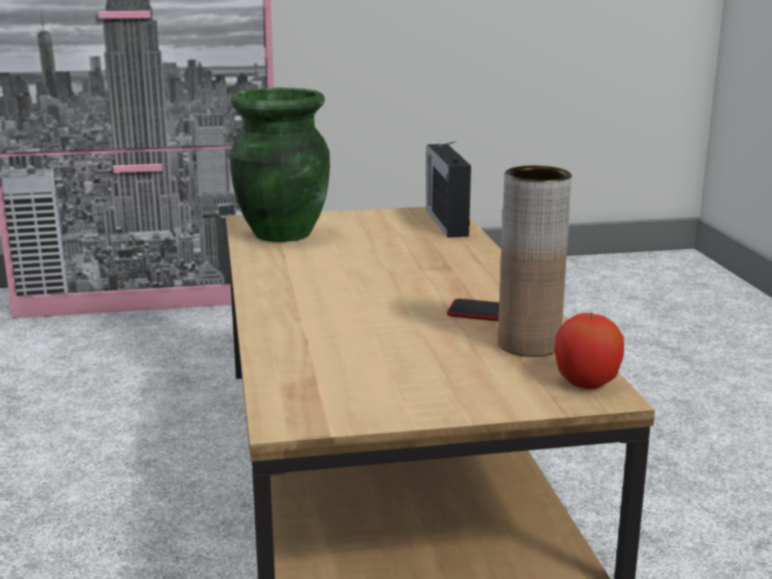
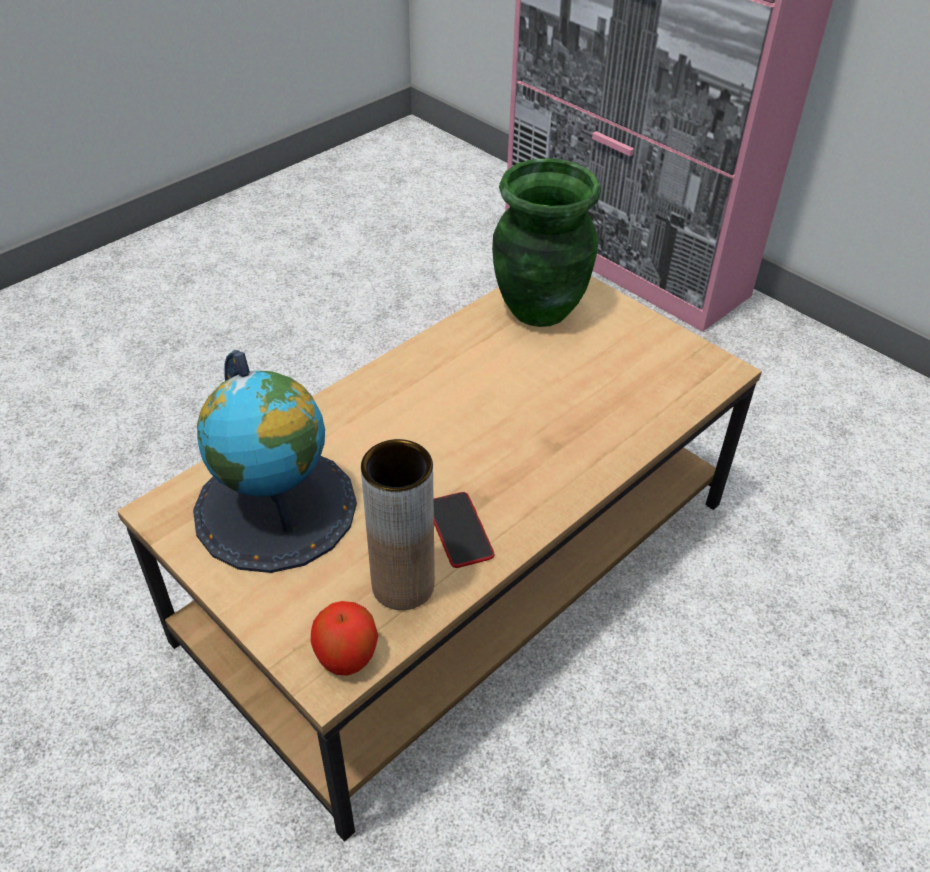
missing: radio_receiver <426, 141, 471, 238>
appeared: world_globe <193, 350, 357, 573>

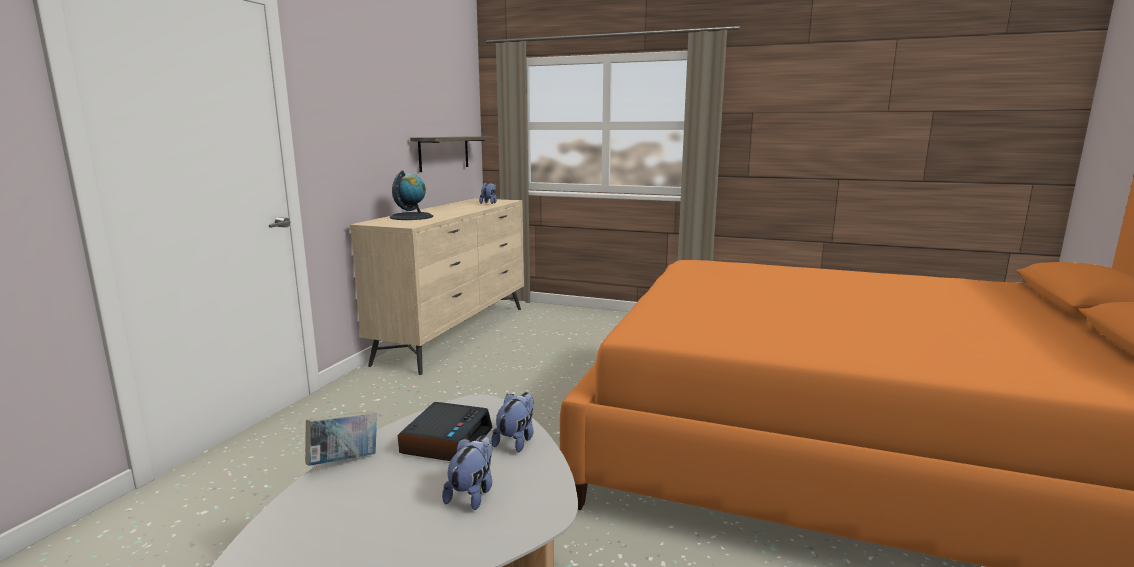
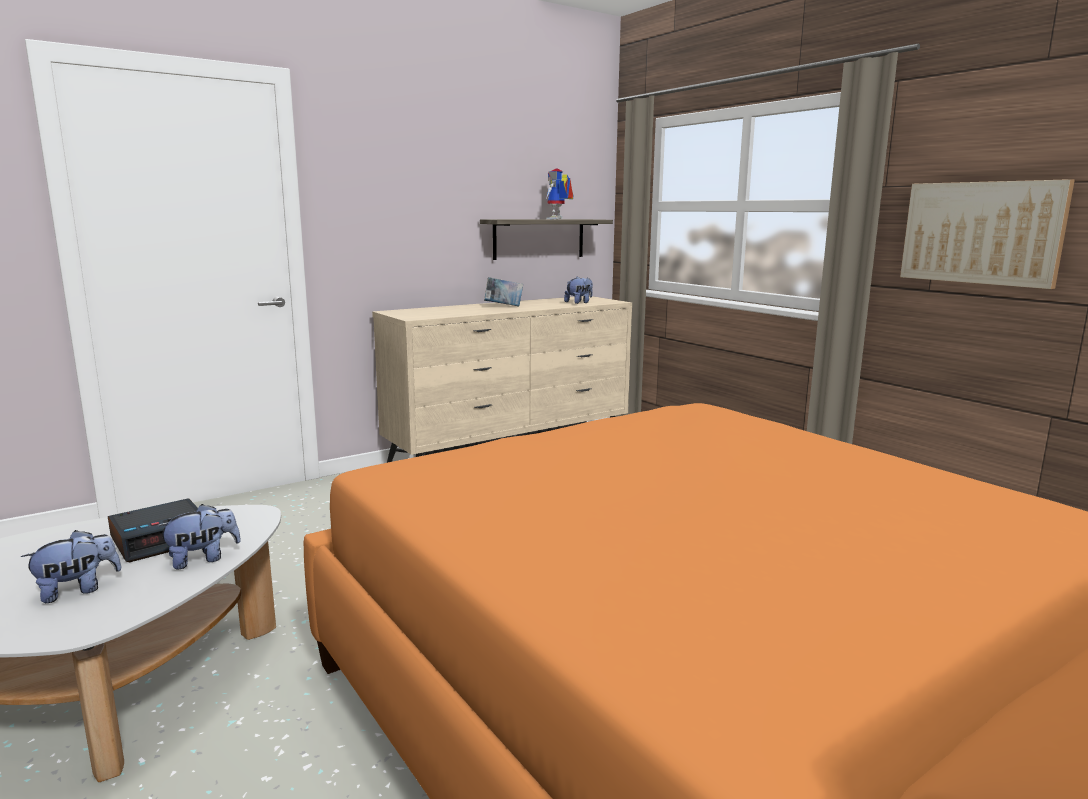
missing: world_globe <390, 170, 433, 220>
appeared: toy_robot <546, 168, 573, 219>; wall_art <900, 179, 1075, 289>
relocated: bound_book <305, 411, 377, 466> to <484, 277, 523, 307>

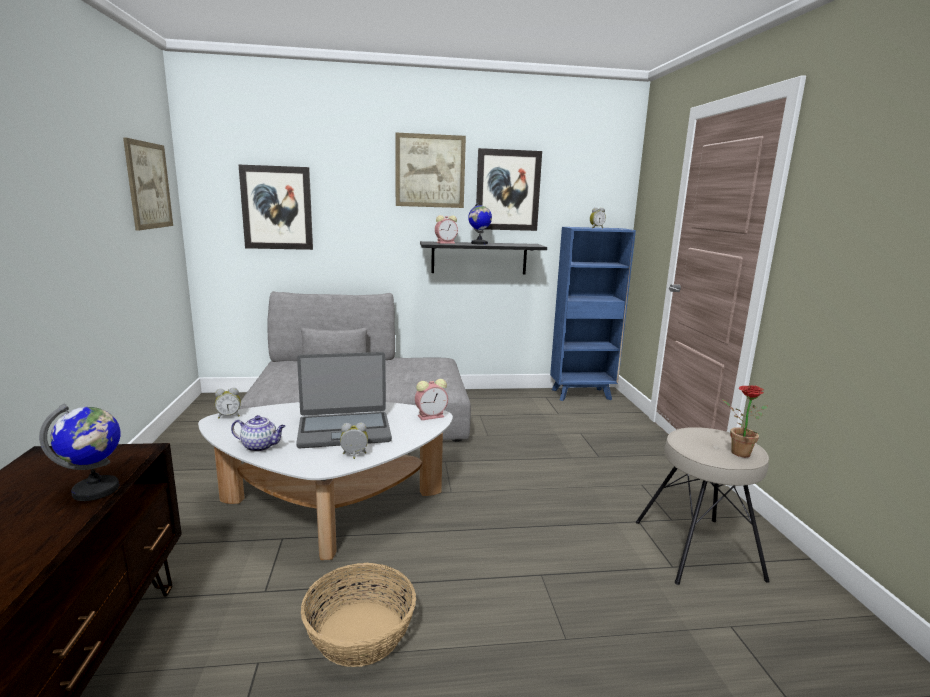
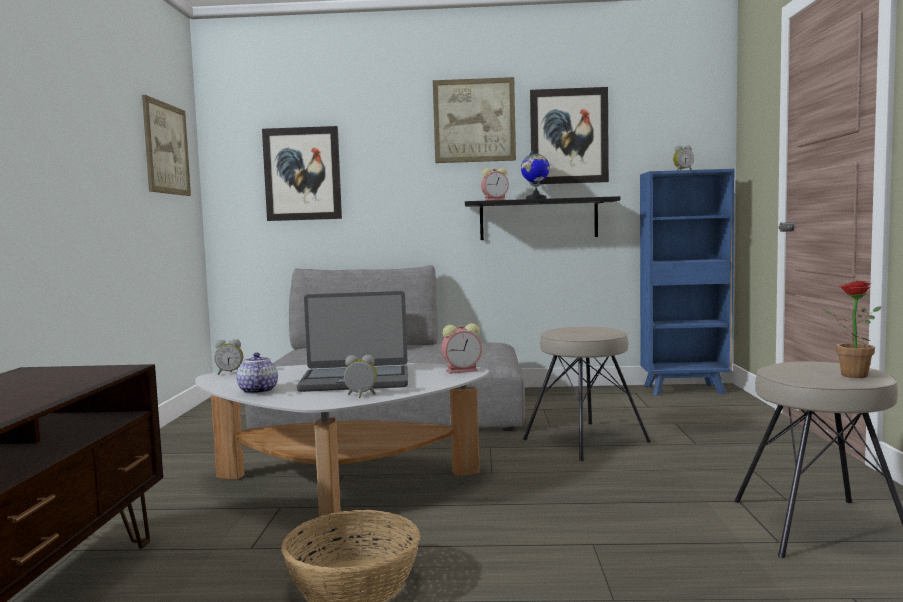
missing: world_globe <39, 404, 121, 501>
appeared: beige-coloured_stool_seat <523, 327, 651, 461>
spun: teapot <231, 415, 286, 452> = <237, 353, 278, 394> 120 degrees counterclockwise

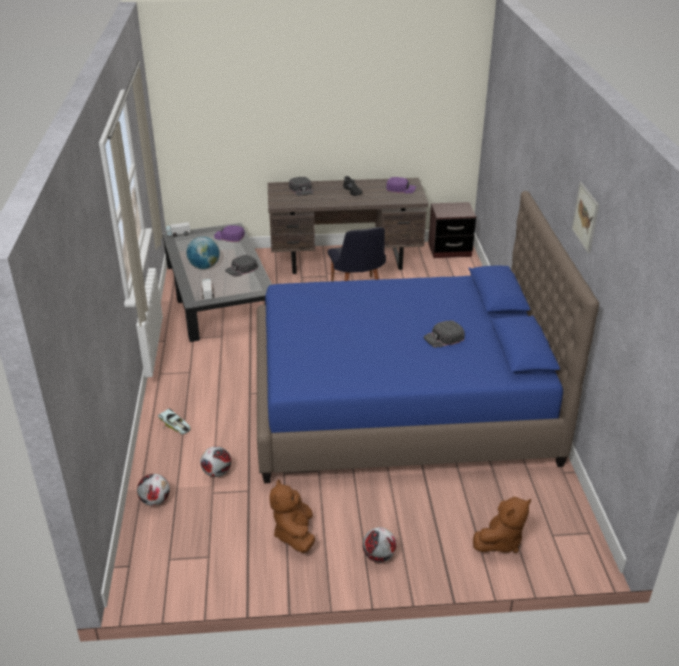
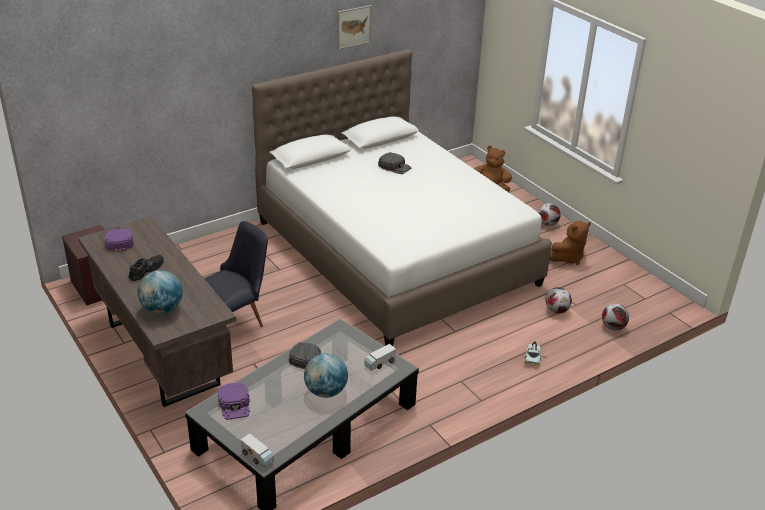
exchanged: blackish_baseball_cap <289, 177, 314, 196> to world_globe <138, 270, 183, 314>
colour: bluish_bedroom_bed <257, 191, 599, 483> to white_bedroom_bed <252, 49, 552, 346>

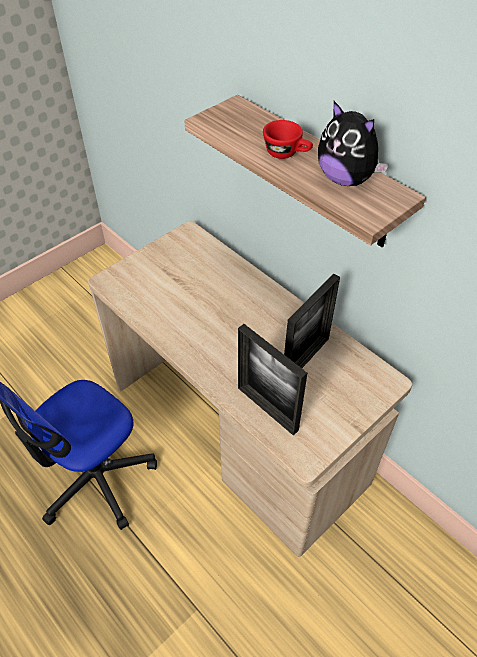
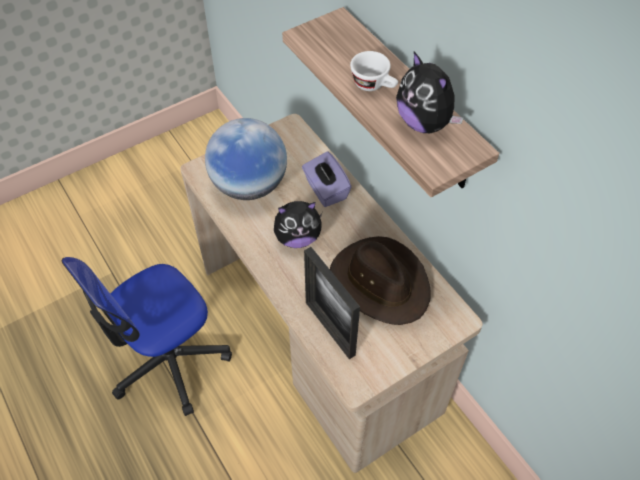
appeared: world_globe <205, 118, 287, 200>; cuddly_toy <274, 201, 322, 248>; purplish_tissue_holder <302, 151, 352, 207>
exchanged: standing_frame <284, 274, 340, 368> to brown_clothing_hat <330, 236, 431, 325>
colour: reddish_small_cup <263, 120, 313, 159> to white_small_cup <350, 51, 398, 91>

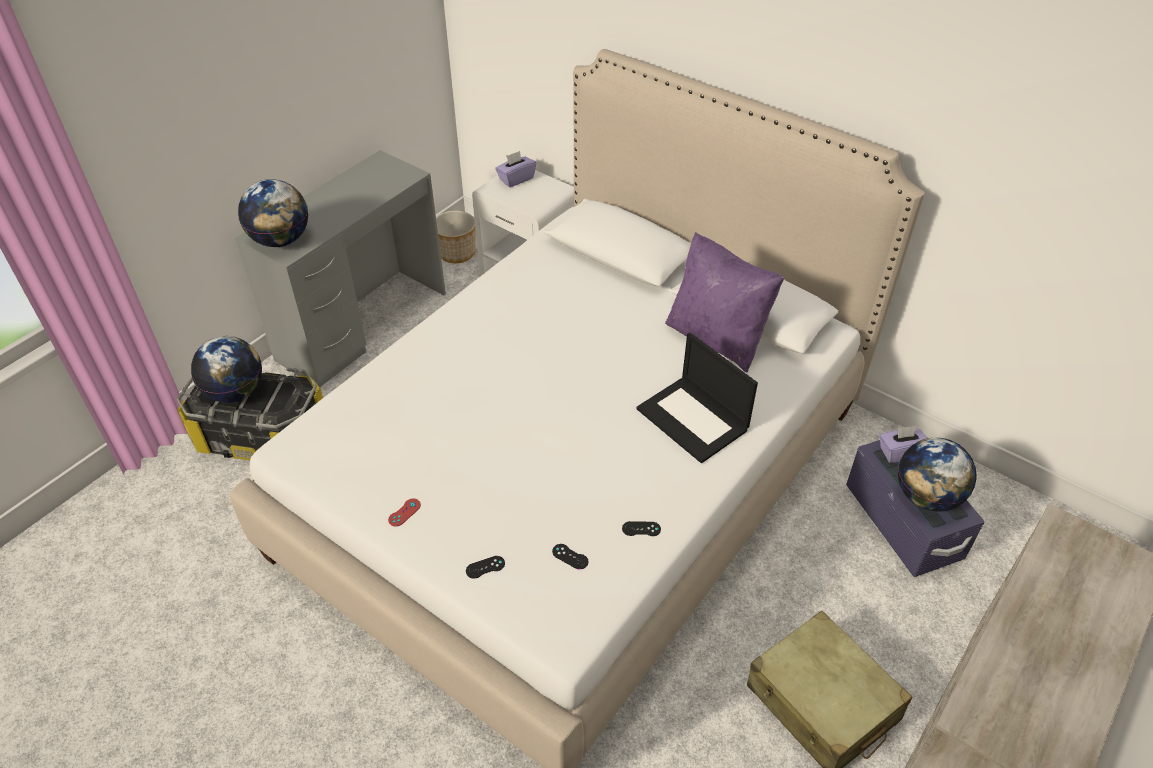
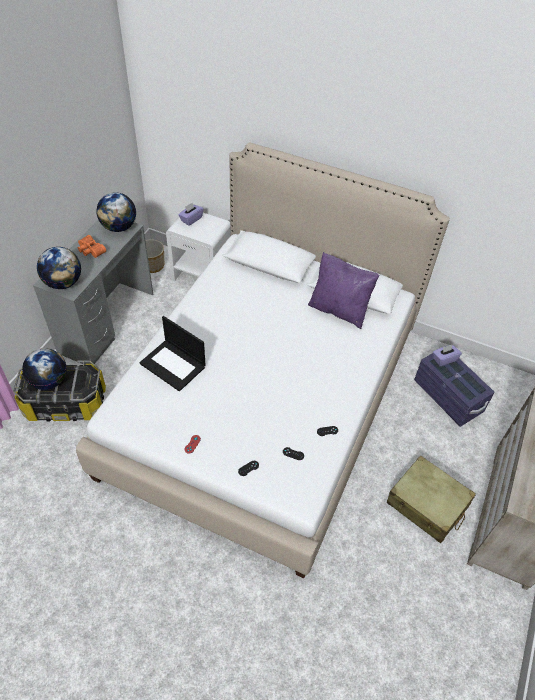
appeared: orange_pair_of_binoculars <78, 235, 106, 258>
relocated: laptop <636, 332, 758, 463> to <139, 316, 206, 392>; world_globe <898, 438, 976, 512> to <97, 192, 136, 232>

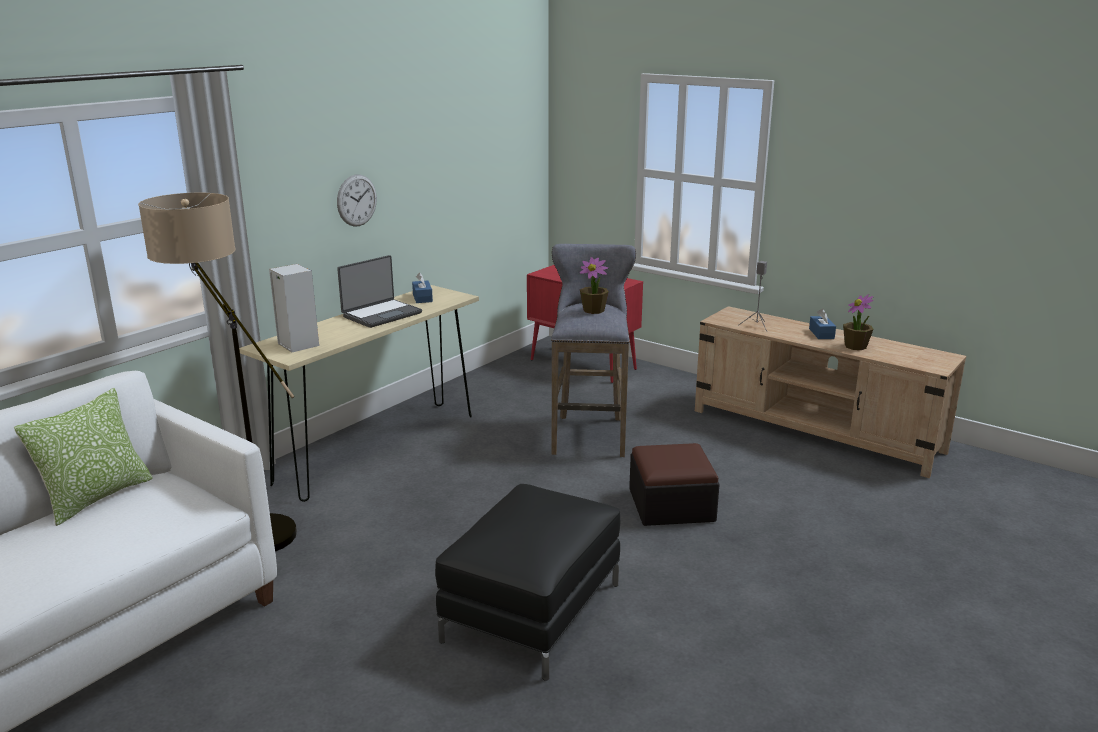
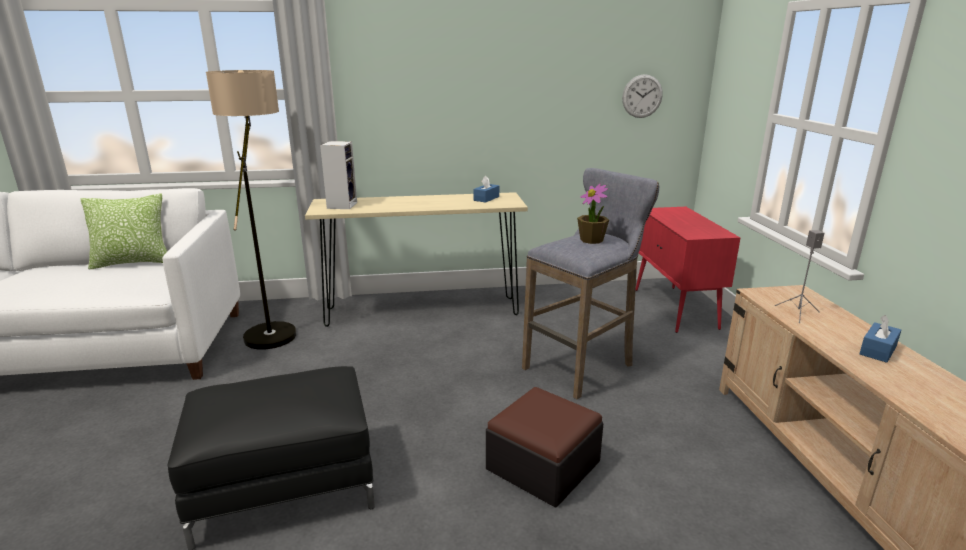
missing: laptop <337, 255, 422, 328>; potted_plant <843, 294, 873, 350>
relocated: wall_clock <337, 175, 377, 227> to <622, 74, 663, 118>

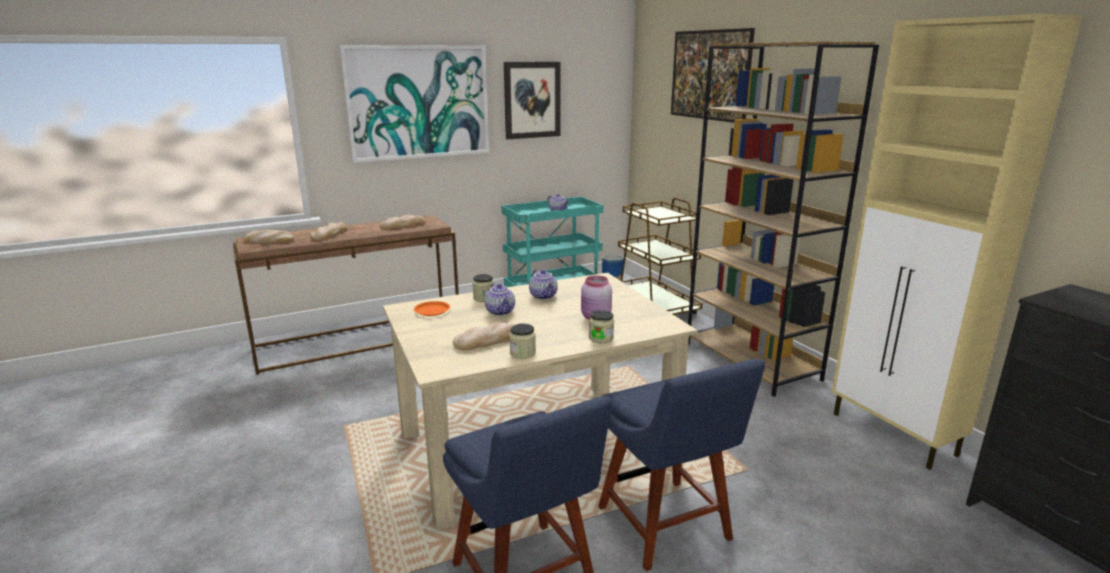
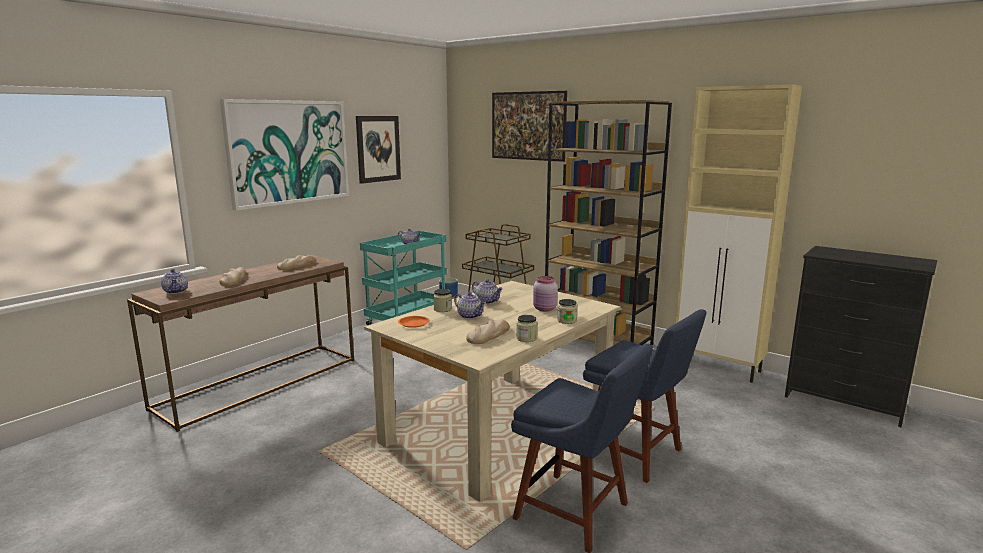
exchanged: baked_bread <244, 230, 294, 243> to teapot <161, 269, 188, 294>

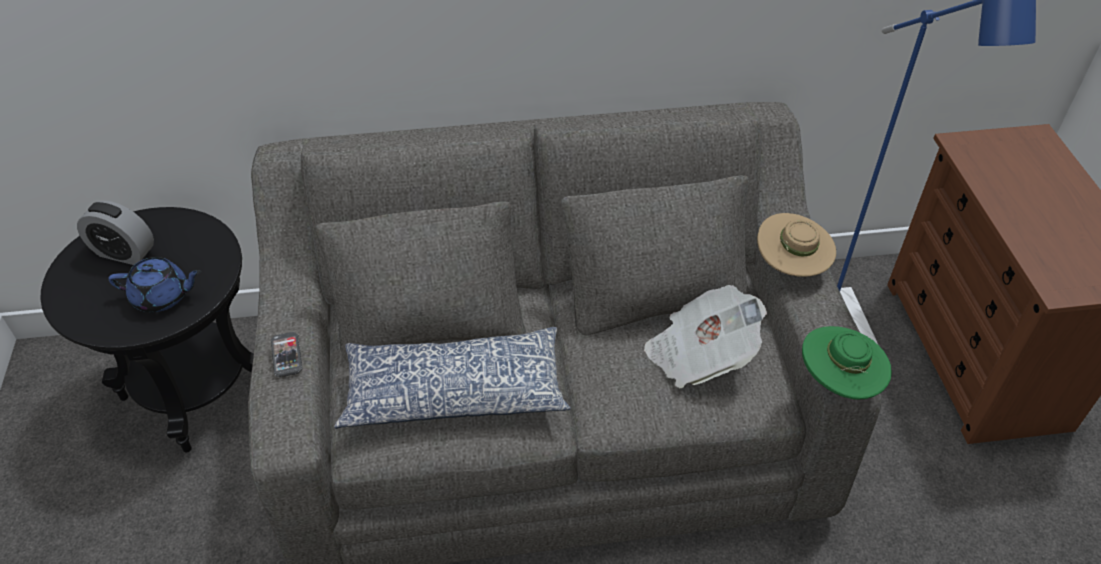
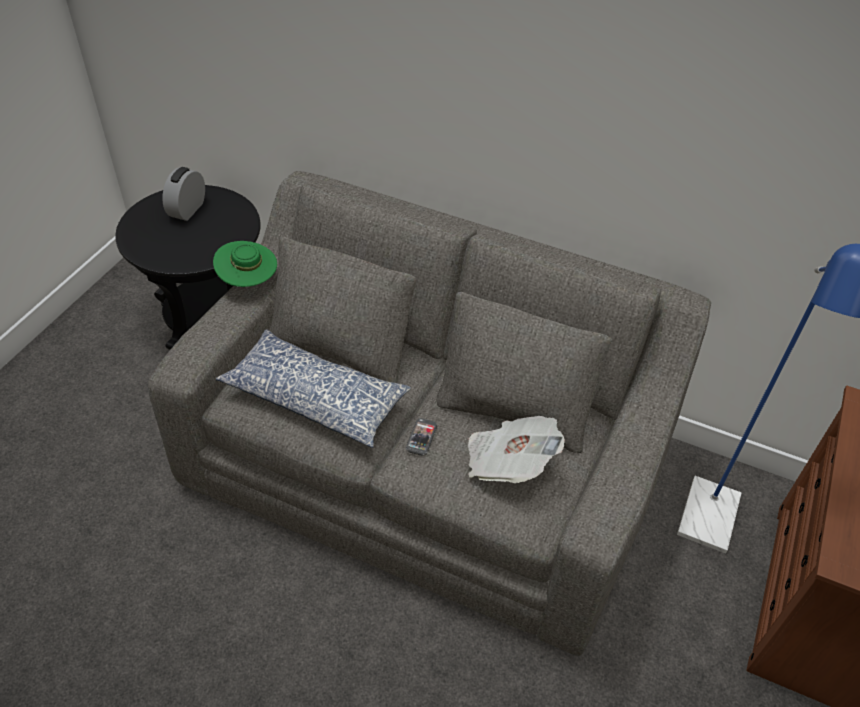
missing: bluish_teapot <108, 257, 201, 312>; beige-coloured_clothing_hat <757, 213, 836, 277>
relocated: telephone <271, 332, 302, 377> to <406, 418, 437, 456>; greenish_clothing_hat <802, 326, 892, 400> to <213, 241, 277, 287>
spun: alarm_clock <77, 200, 154, 265> = <162, 167, 205, 221> 60 degrees clockwise

